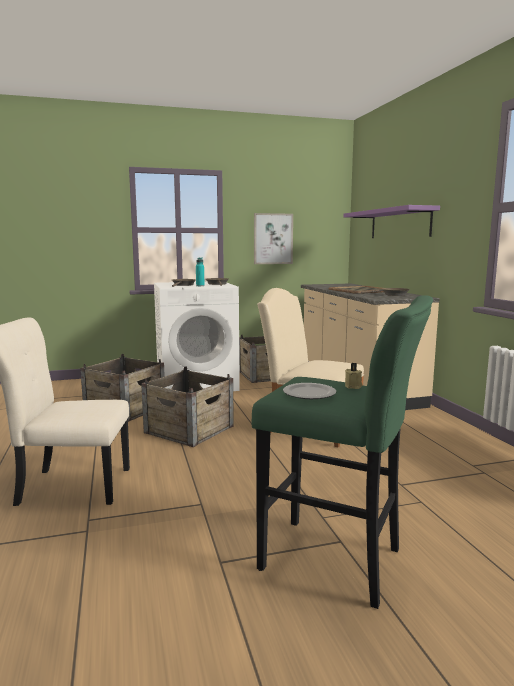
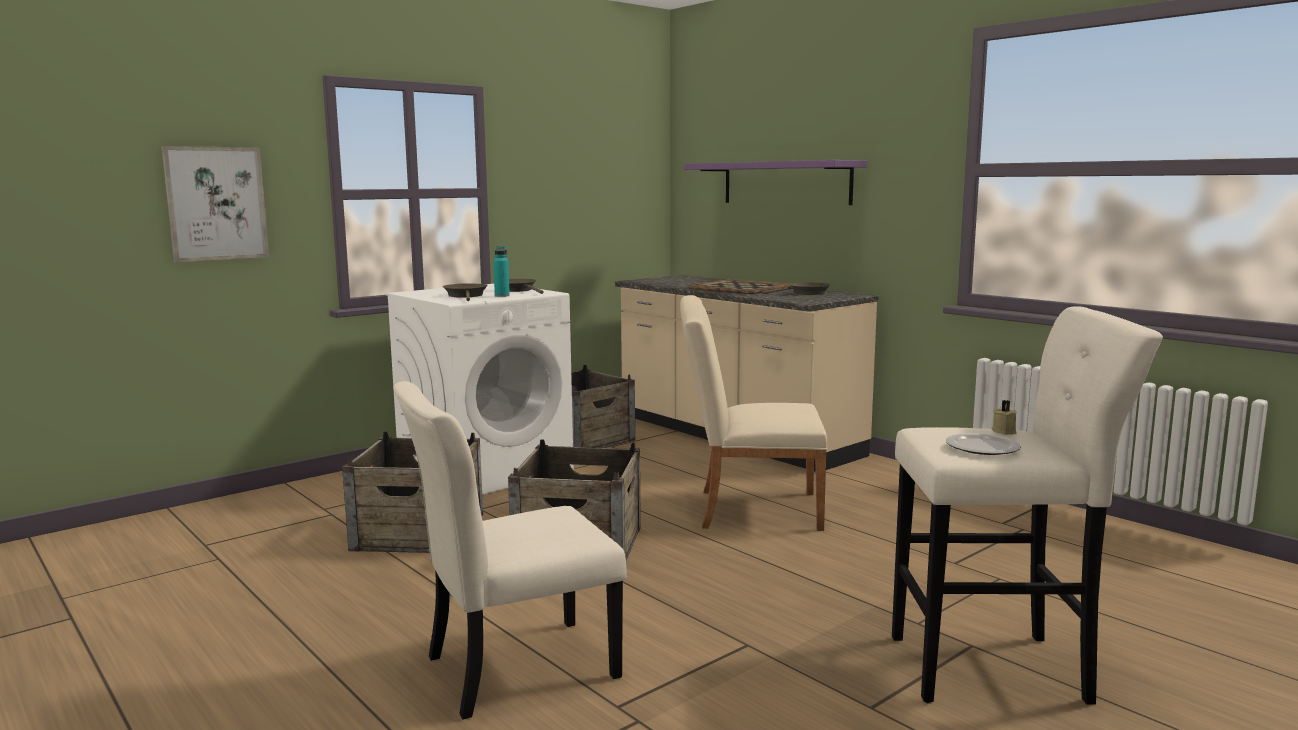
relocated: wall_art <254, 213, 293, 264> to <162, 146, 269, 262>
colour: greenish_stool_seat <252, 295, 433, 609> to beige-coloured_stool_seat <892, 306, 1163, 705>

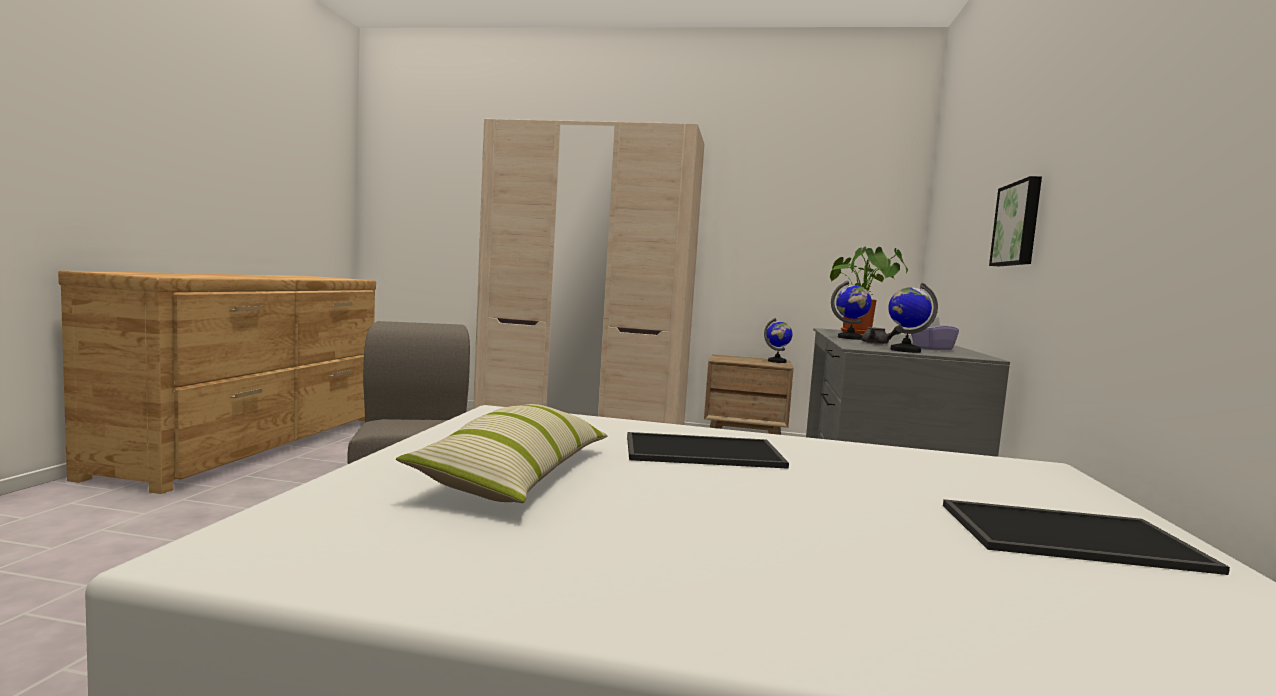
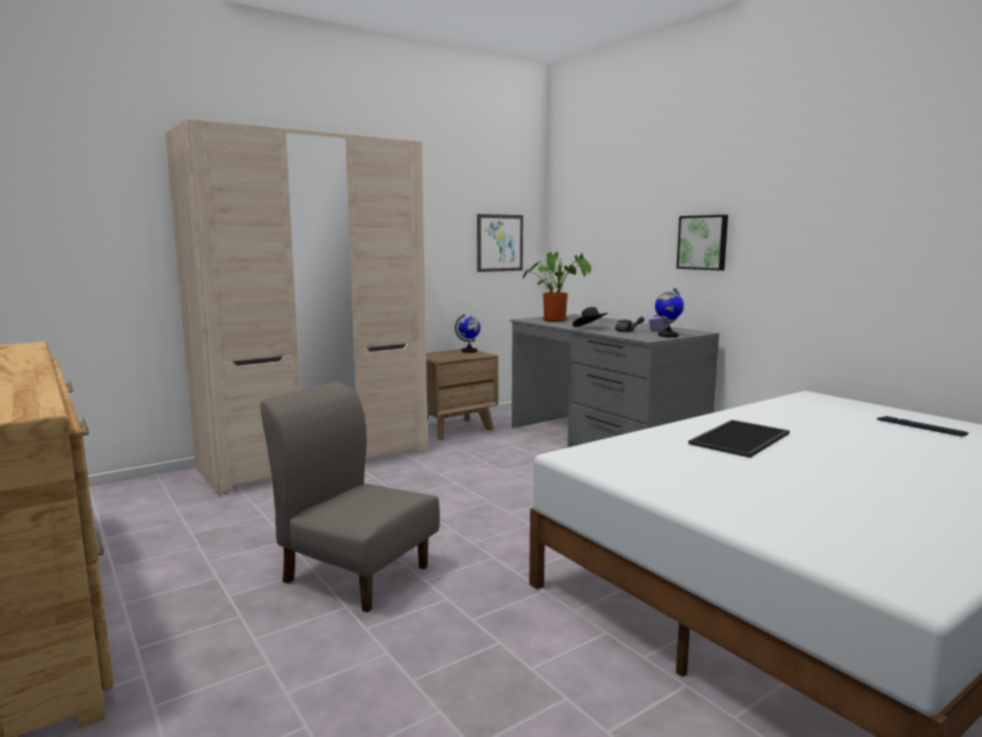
missing: pillow <396, 404, 608, 503>
appeared: wall_art <477, 214, 523, 272>
exchanged: world_globe <831, 280, 872, 340> to blackish_clothing_hat <572, 307, 607, 327>; serving_tray <943, 499, 1230, 575> to keyboard <877, 416, 968, 437>

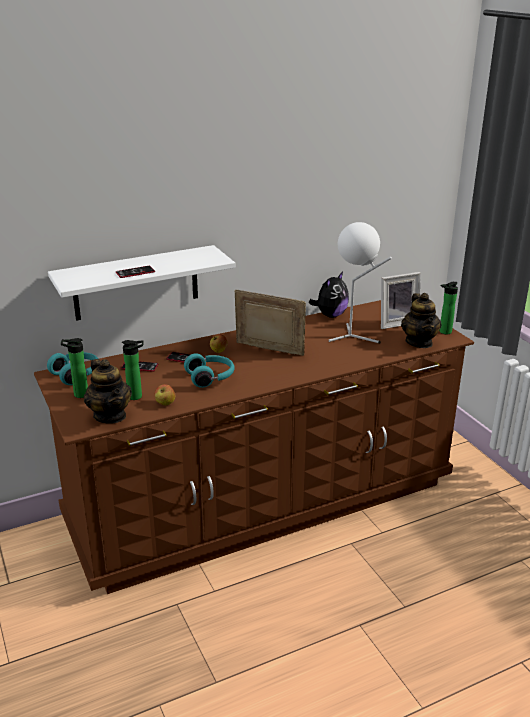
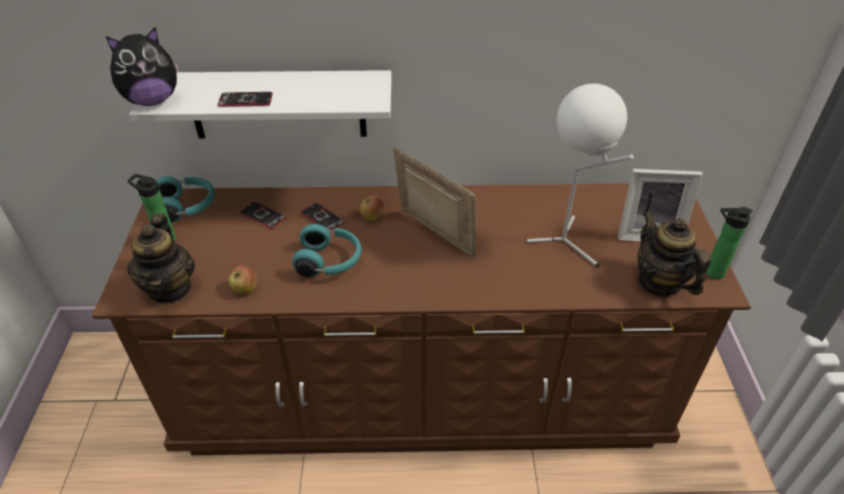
missing: beverage_bottle <122, 340, 144, 400>
relocated: cuddly_toy <309, 272, 349, 318> to <106, 27, 179, 106>
spun: teapot <401, 293, 442, 348> = <637, 211, 711, 297> 135 degrees clockwise

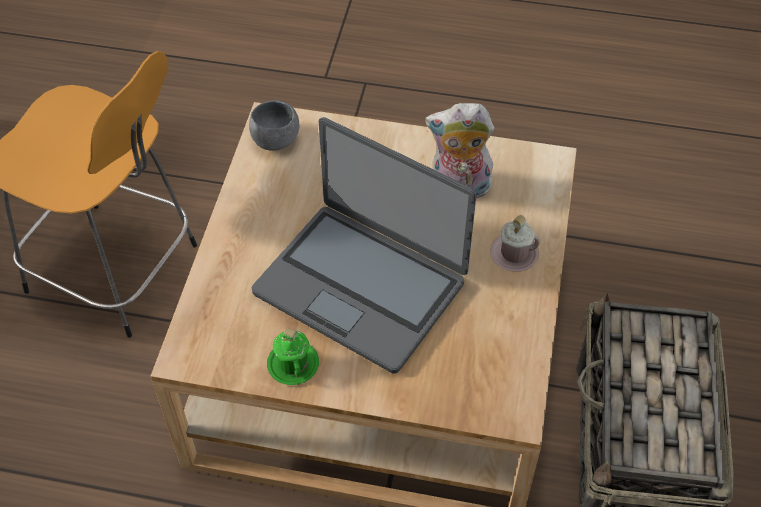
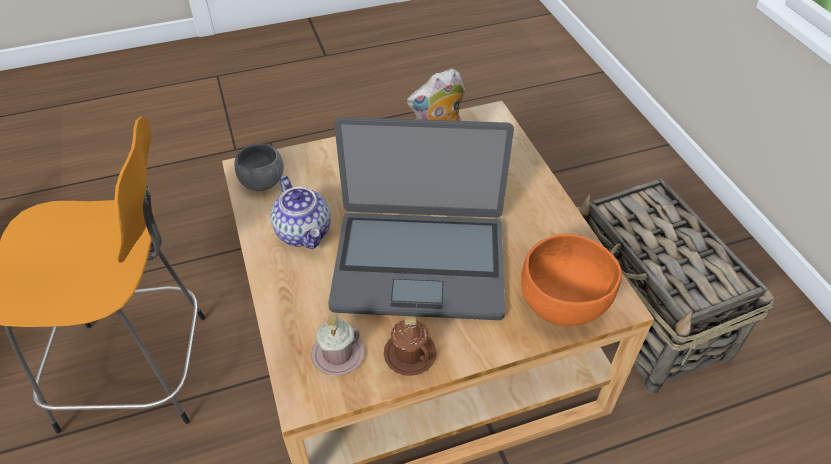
appeared: teapot <271, 176, 331, 249>; orange_deep_dish <521, 234, 622, 326>
relocated: pink_tea_mug <490, 215, 540, 272> to <311, 315, 364, 376>
colour: greenish_tea_mug <267, 327, 319, 385> to brown_tea_mug <384, 316, 437, 376>

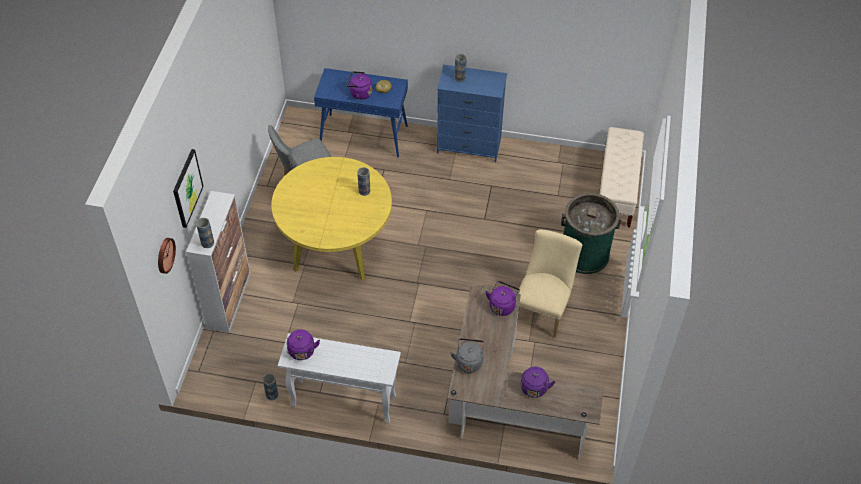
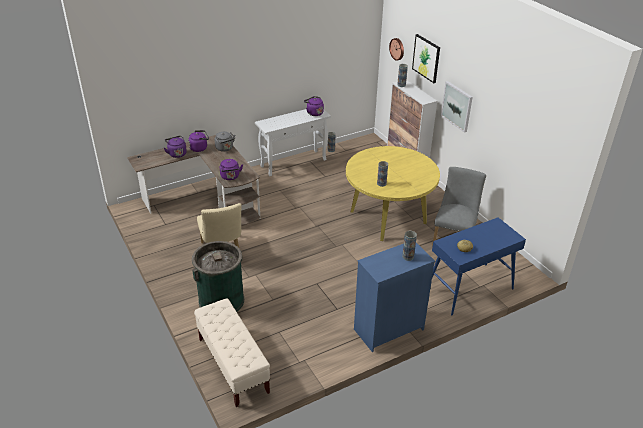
appeared: wall_art <441, 81, 473, 133>
relocated: purplish_water_kettle <346, 71, 373, 100> to <188, 130, 209, 152>

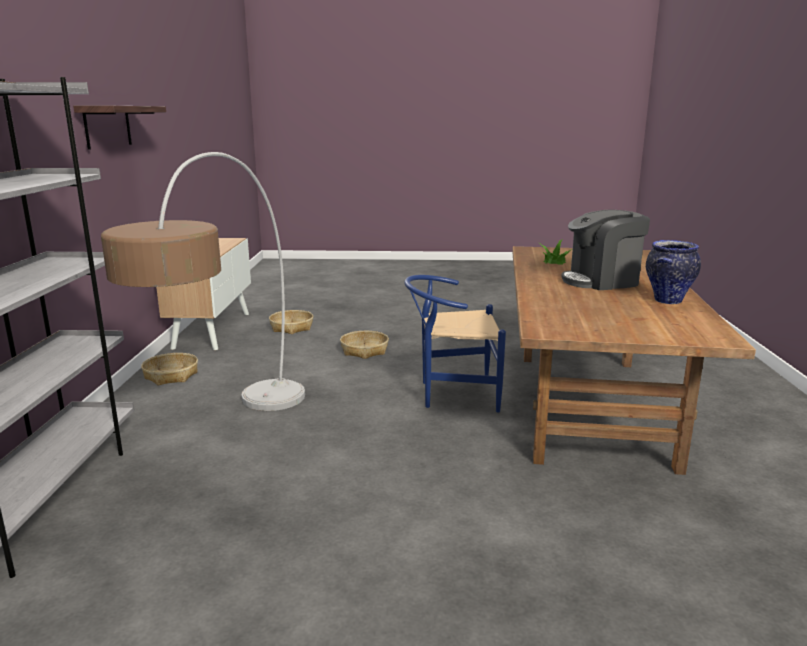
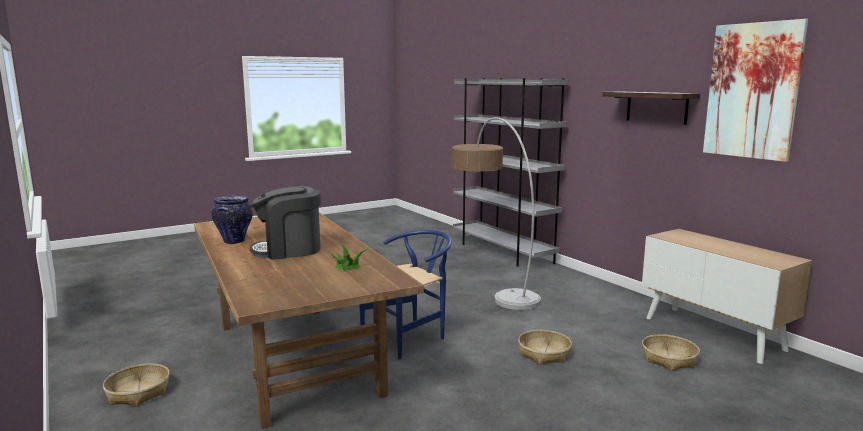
appeared: wall_art <703, 19, 808, 162>
relocated: household_basket <141, 353, 198, 385> to <103, 364, 170, 406>
spun: coffee_brewer <561, 210, 650, 290> = <249, 186, 321, 260> 150 degrees counterclockwise

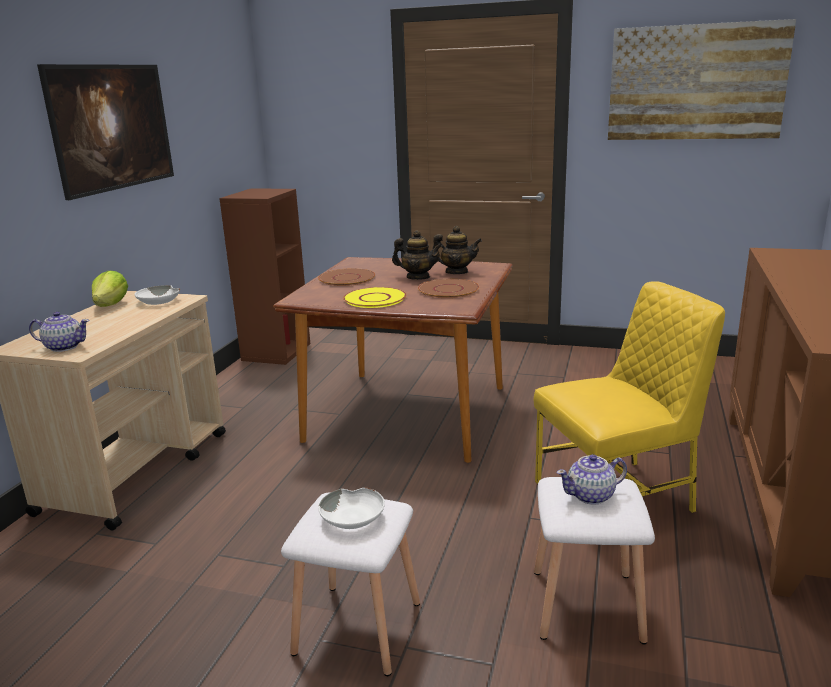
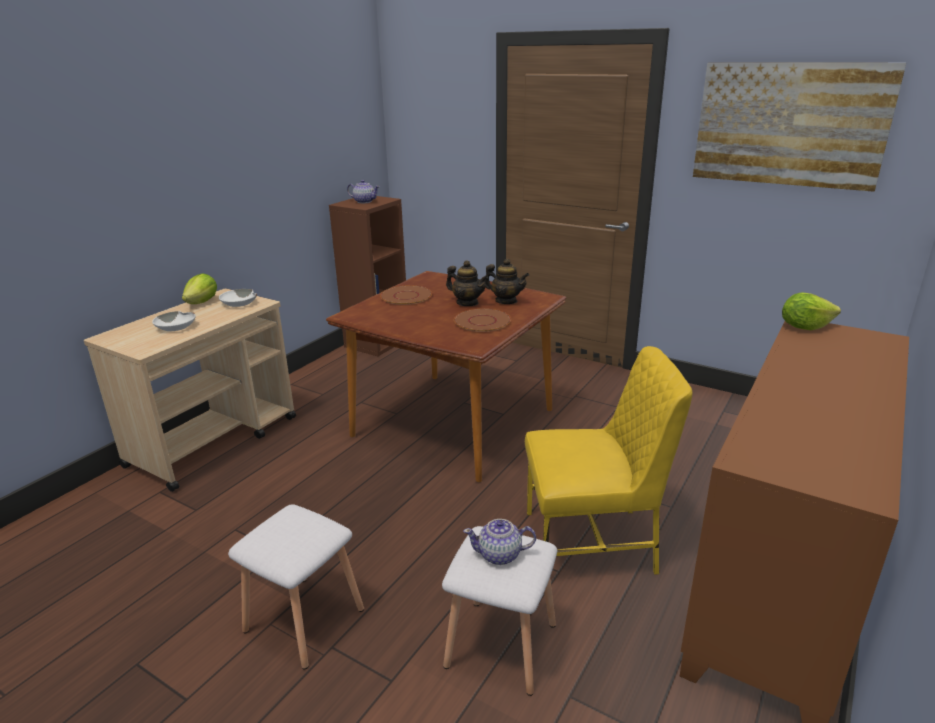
missing: wall_art <37, 64, 174, 200>; yellow_plate <343, 287, 406, 308>
appeared: lettuce_head <782, 292, 841, 330>
relocated: teapot <29, 312, 89, 352> to <347, 180, 380, 203>; white_deep_dish <318, 488, 385, 529> to <152, 311, 196, 331>

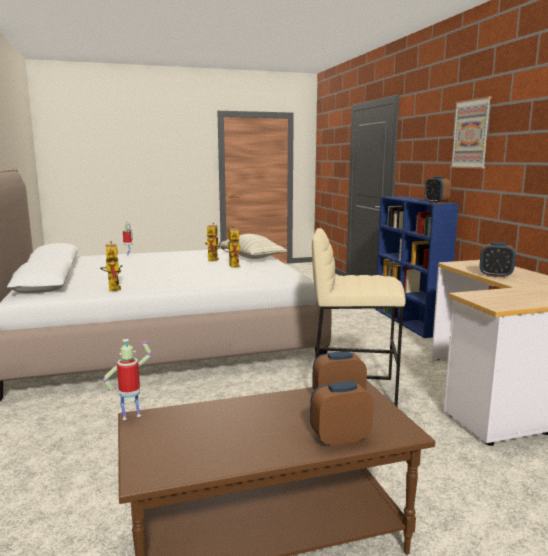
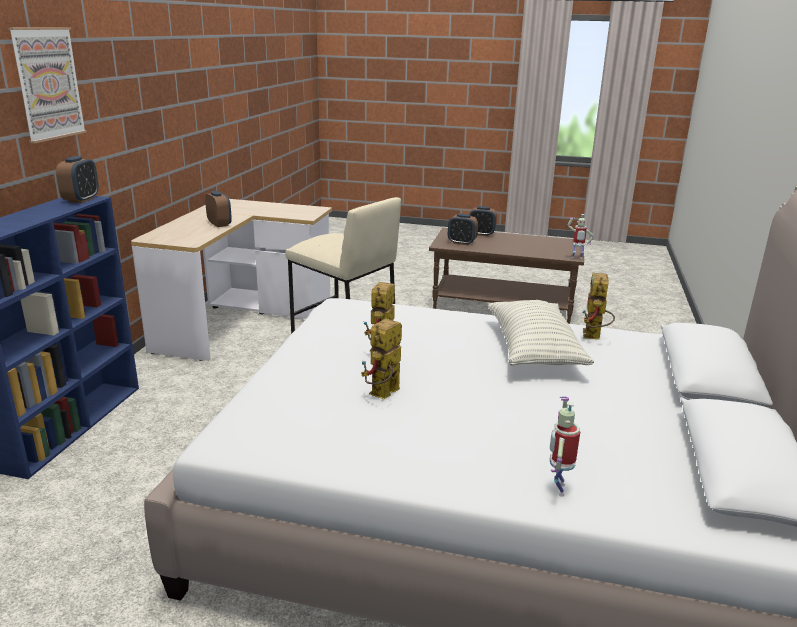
relocated: pillow <218, 234, 287, 259> to <488, 300, 594, 366>

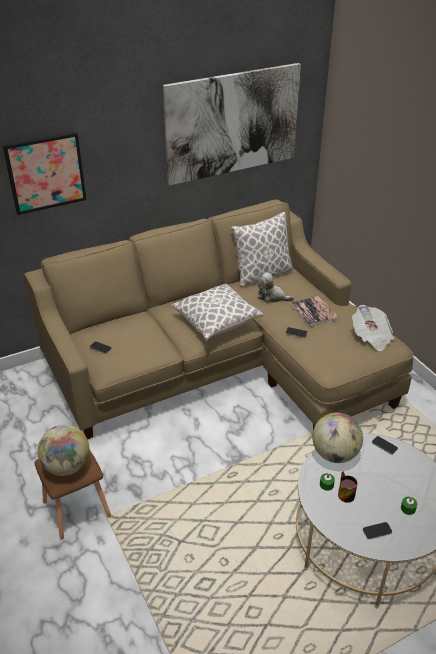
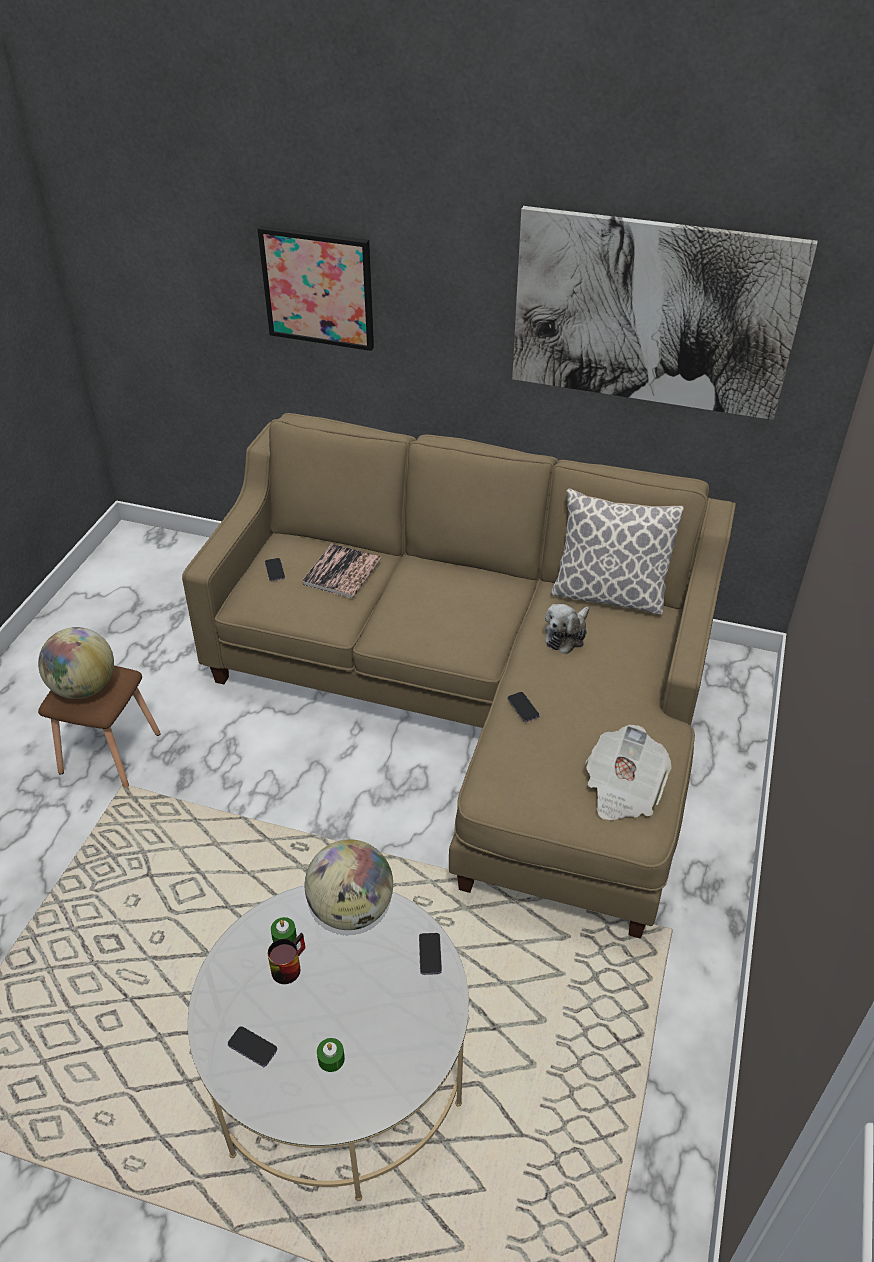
missing: pillow <172, 284, 263, 341>
relocated: bound_book <290, 296, 339, 327> to <302, 543, 381, 598>
spun: cuddly_toy <257, 272, 294, 303> = <545, 604, 590, 654> 120 degrees counterclockwise

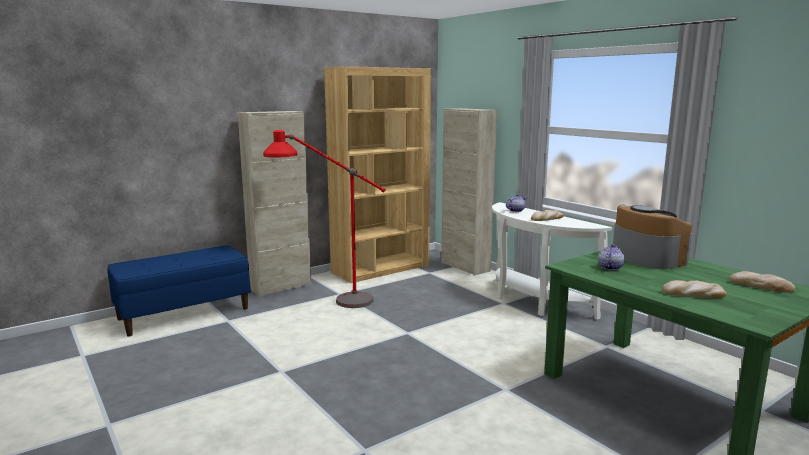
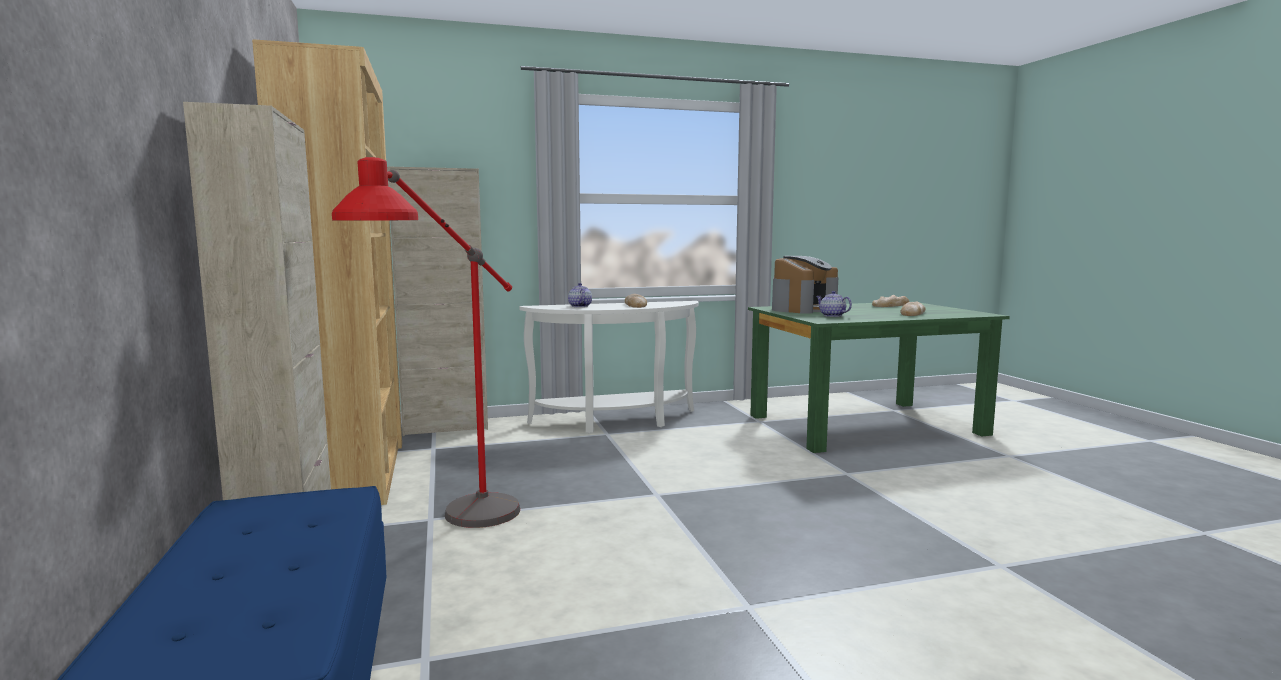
spun: coffee_brewer <613, 204, 692, 269> = <772, 256, 838, 314> 135 degrees clockwise

